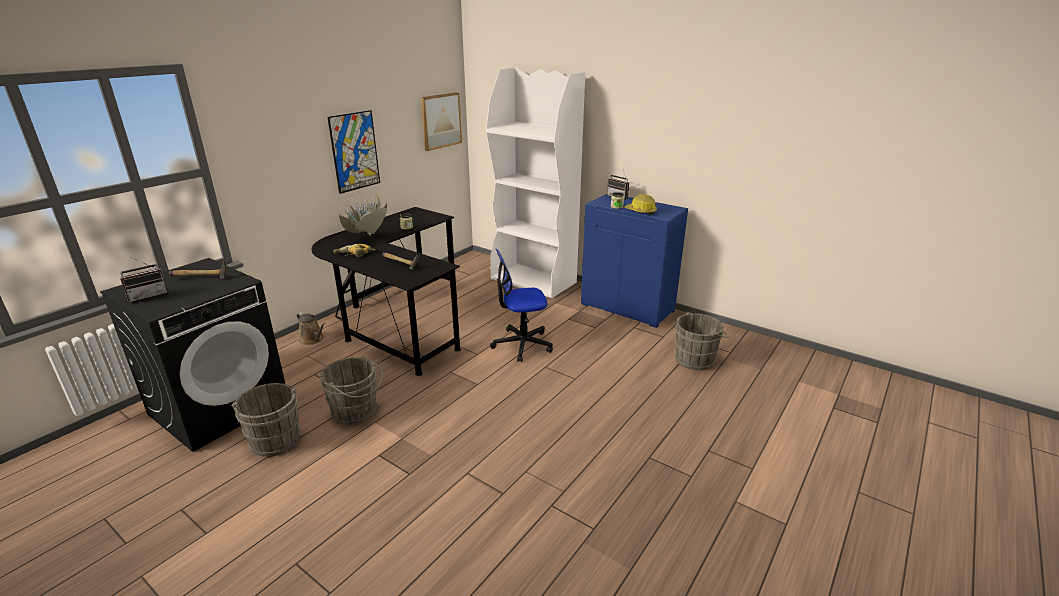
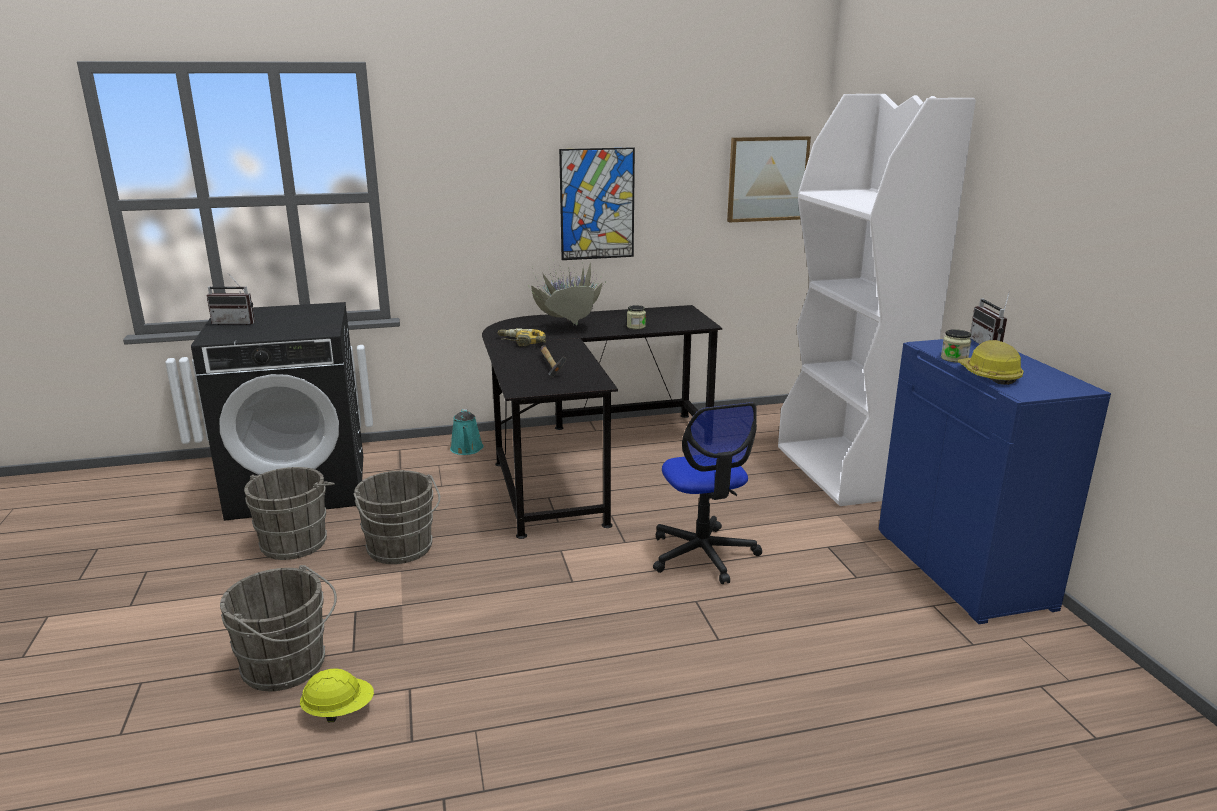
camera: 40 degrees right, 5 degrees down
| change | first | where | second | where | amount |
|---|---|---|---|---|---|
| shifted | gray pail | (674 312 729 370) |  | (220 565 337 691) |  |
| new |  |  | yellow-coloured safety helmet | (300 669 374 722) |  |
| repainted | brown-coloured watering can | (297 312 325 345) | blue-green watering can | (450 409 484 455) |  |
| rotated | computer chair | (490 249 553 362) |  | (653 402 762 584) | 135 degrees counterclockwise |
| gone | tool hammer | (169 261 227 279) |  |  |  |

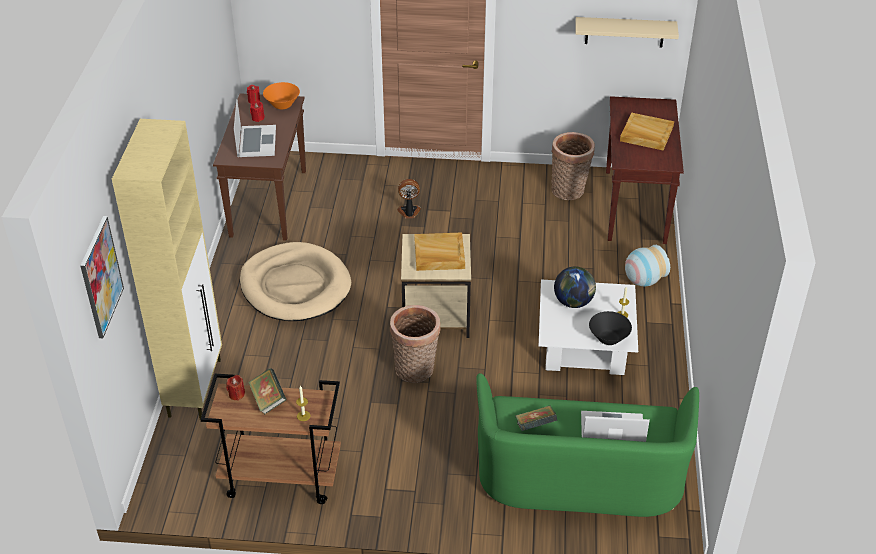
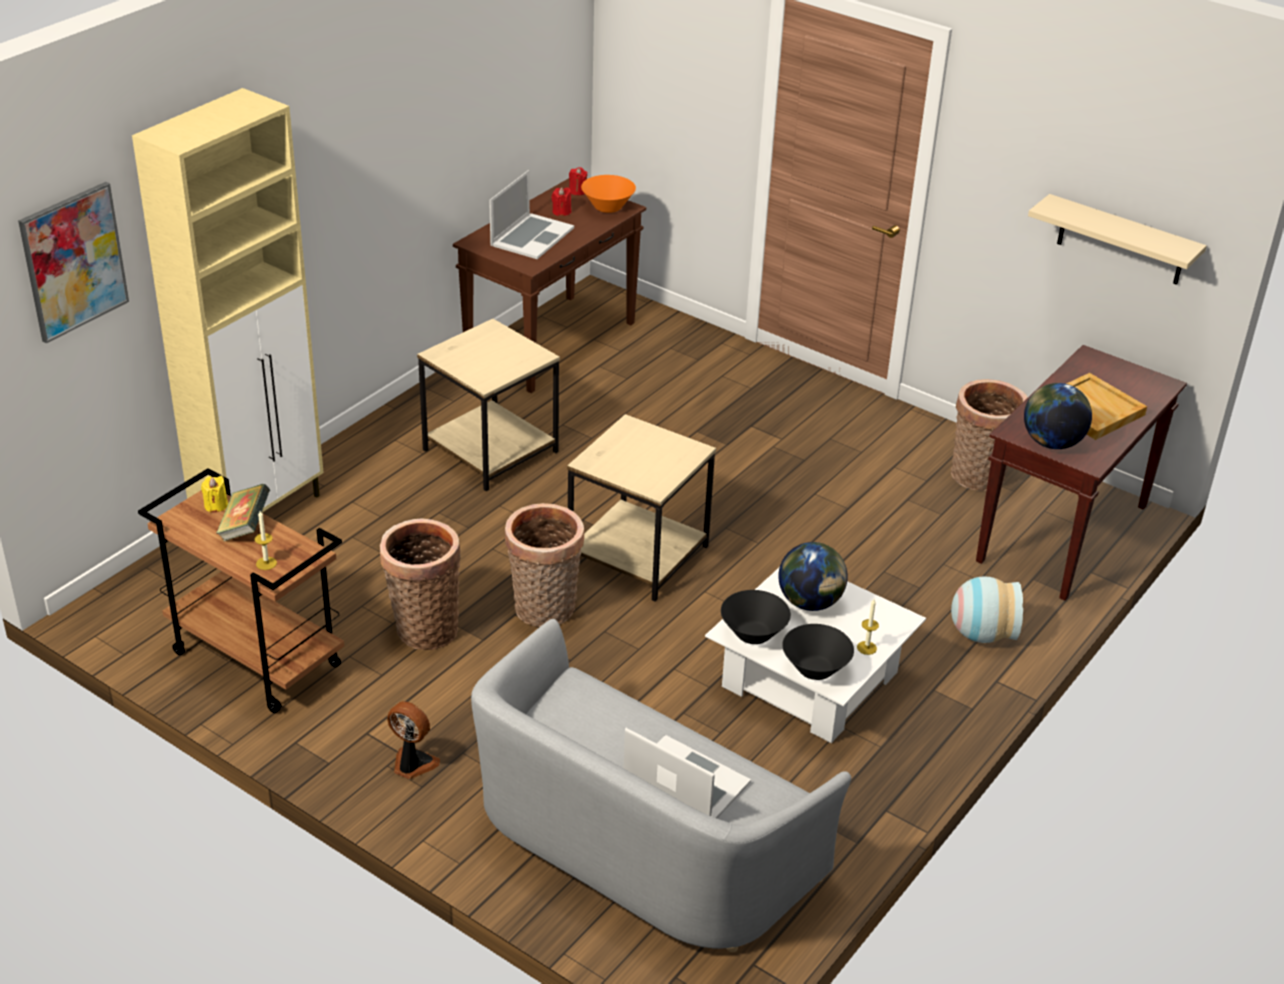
camera: 30 degrees right, 5 degrees down
| change | first | where | second | where | amount |
|---|---|---|---|---|---|
| repainted | red-coloured wax light | (226 375 245 401) | yellow-coloured wax light | (201 476 228 513) |  |
| new |  |  | basket | (380 518 461 650) |  |
| shifted | fan | (397 179 421 218) |  | (387 701 440 779) |  |
| swapped | beige dog bed | (240 242 351 321) | beige accent table | (417 319 560 491) |  |
| repainted | green-coloured couch | (476 373 699 517) | gray couch | (471 619 851 952) |  |
| new |  |  | black bowl | (721 590 791 644) |  |
| new |  |  | world globe | (1024 383 1092 449) |  |
| gone | beige carrying tray | (414 233 465 271) |  |  |  |
| gone | book | (515 406 558 431) |  |  |  |

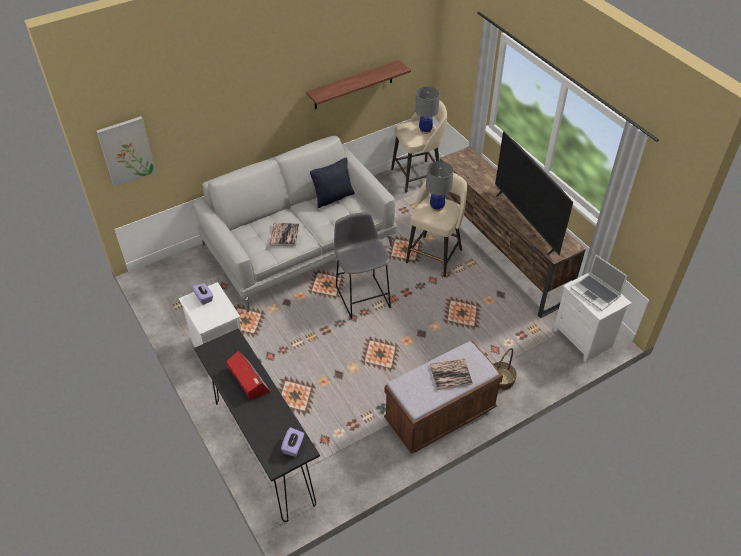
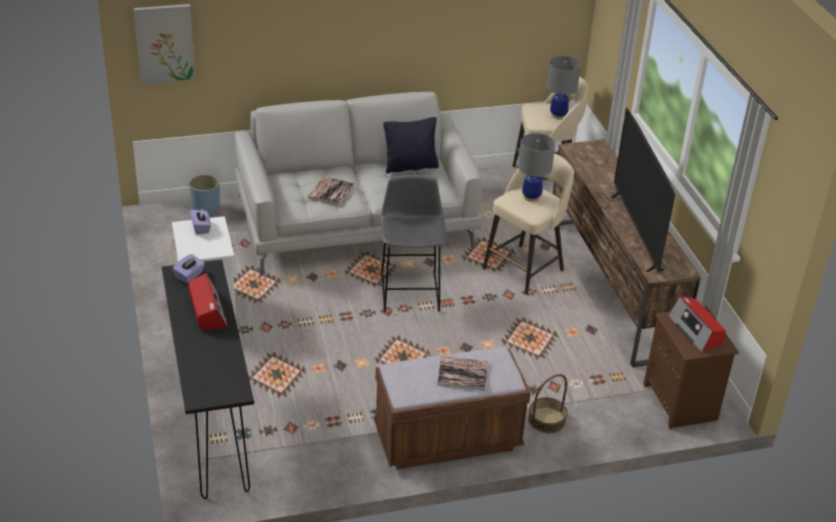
camera: 15 degrees right, 10 degrees down
| change | first | where | second | where | amount |
|---|---|---|---|---|---|
| shifted | purple tissue box | (281 427 304 457) |  | (172 254 205 284) |  |
| new |  |  | blue-coloured plant pot | (189 174 220 214) |  |
| repainted | whitish nightstand | (553 272 632 363) | brown-coloured nightstand | (644 306 739 430) |  |
| swapped | laptop | (571 254 627 311) | radio receiver | (668 296 726 353) |  |
| gone | wall shelf | (306 60 411 109) |  |  |  |

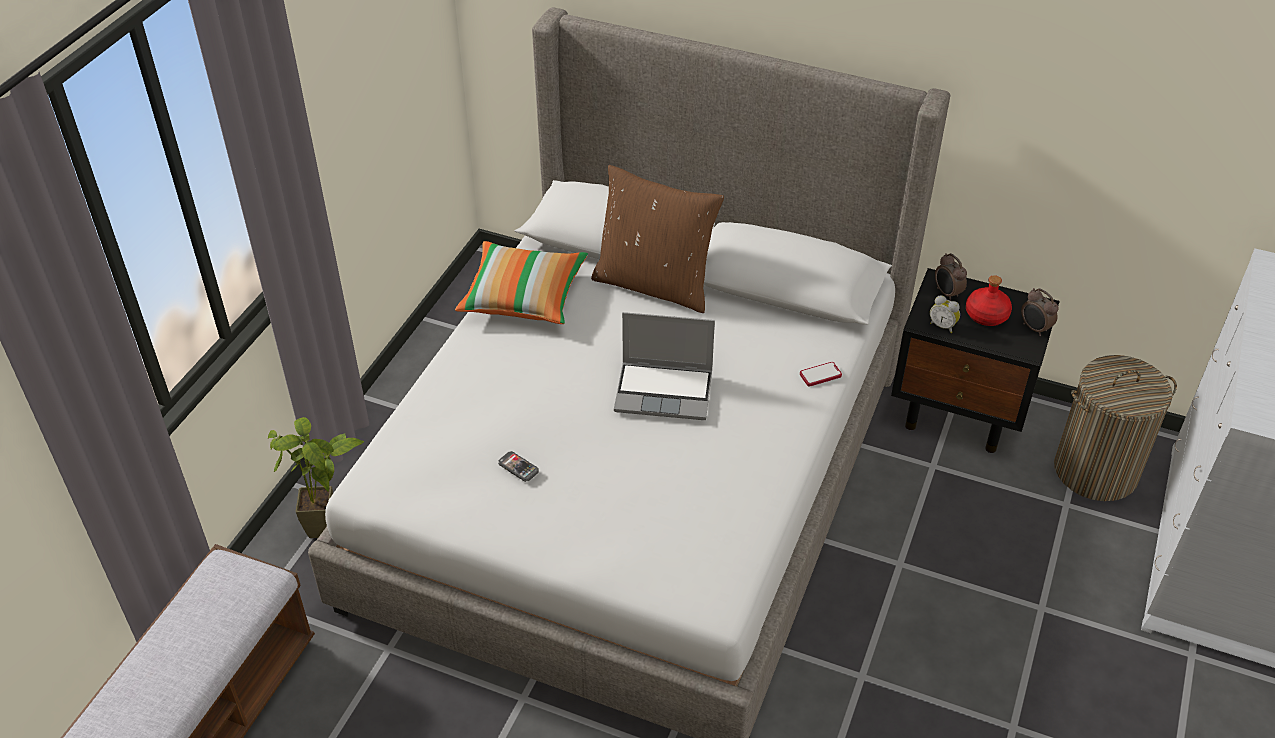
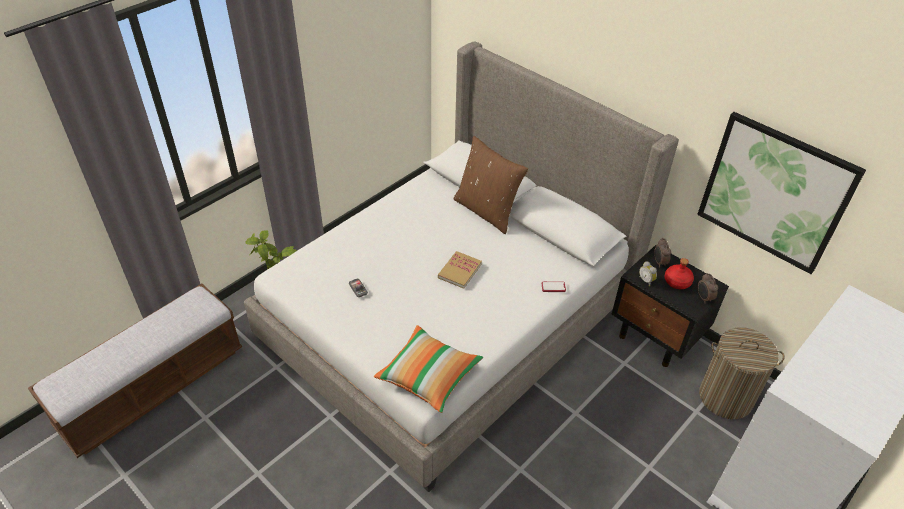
camera: 20 degrees right, 0 degrees up
| change | first | where | second | where | amount |
|---|---|---|---|---|---|
| shifted | pillow | (455 241 588 324) |  | (374 325 483 413) |  |
| swapped | laptop | (614 312 715 420) | book | (438 251 482 289) |  |
| new |  |  | wall art | (697 112 866 274) |  |

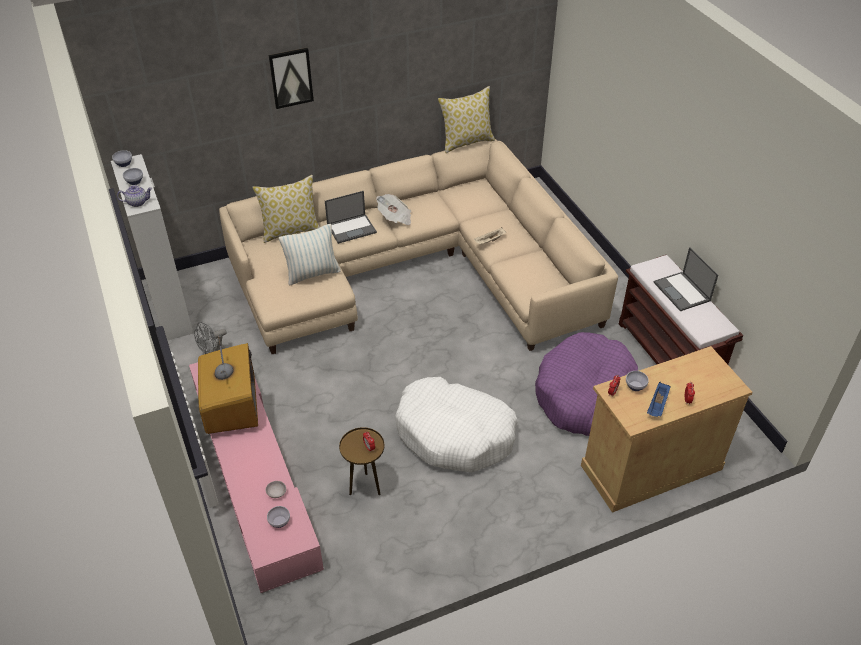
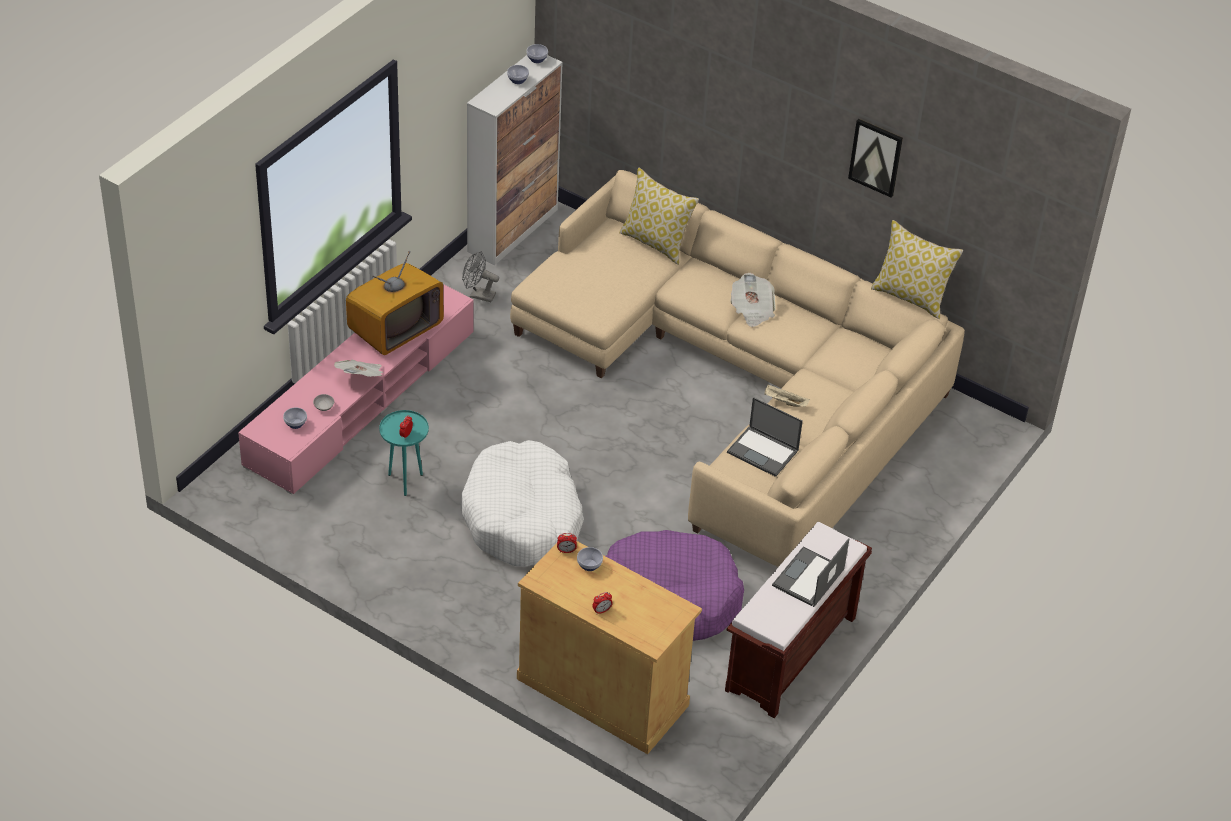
camera: 55 degrees right, 0 degrees up
| change | first | where | second | where | amount |
|---|---|---|---|---|---|
| new |  |  | daily paper | (334 360 383 377) |  |
| repainted | brown-coloured accent table | (339 427 384 495) | blue-green accent table | (379 410 429 496) |  |
| shifted | laptop | (325 191 377 244) |  | (727 397 803 477) |  |
| shifted | wall art | (268 48 314 109) |  | (848 119 903 197) |  |
| gone | pot for tea | (117 185 152 207) |  |  |  |
| gone | pillow | (279 224 341 286) |  |  |  |
| gone | blue-coloured carrying tray | (647 382 670 417) |  |  |  |

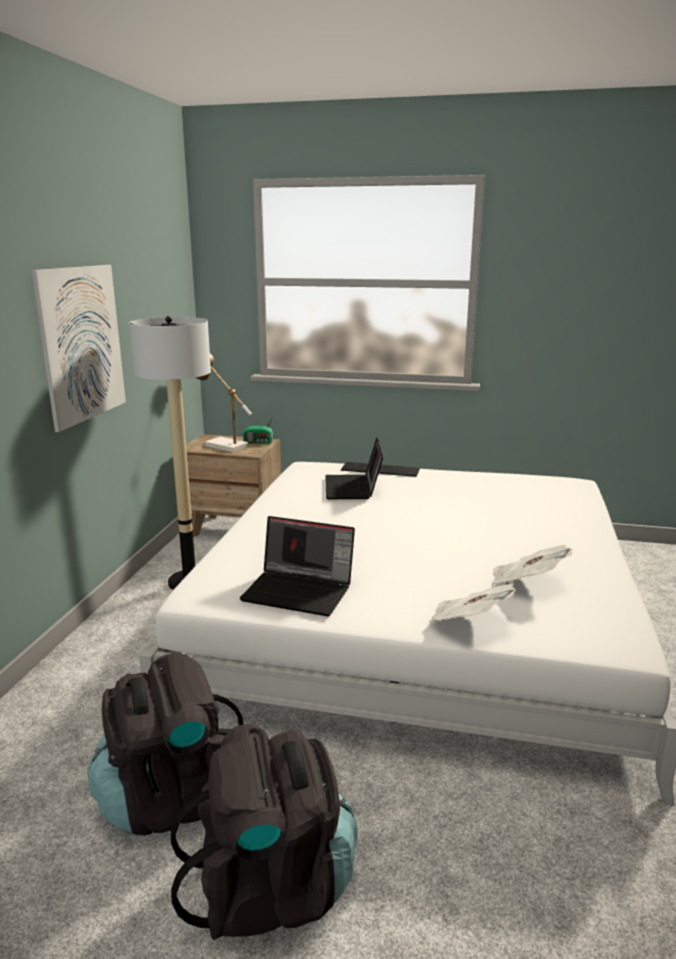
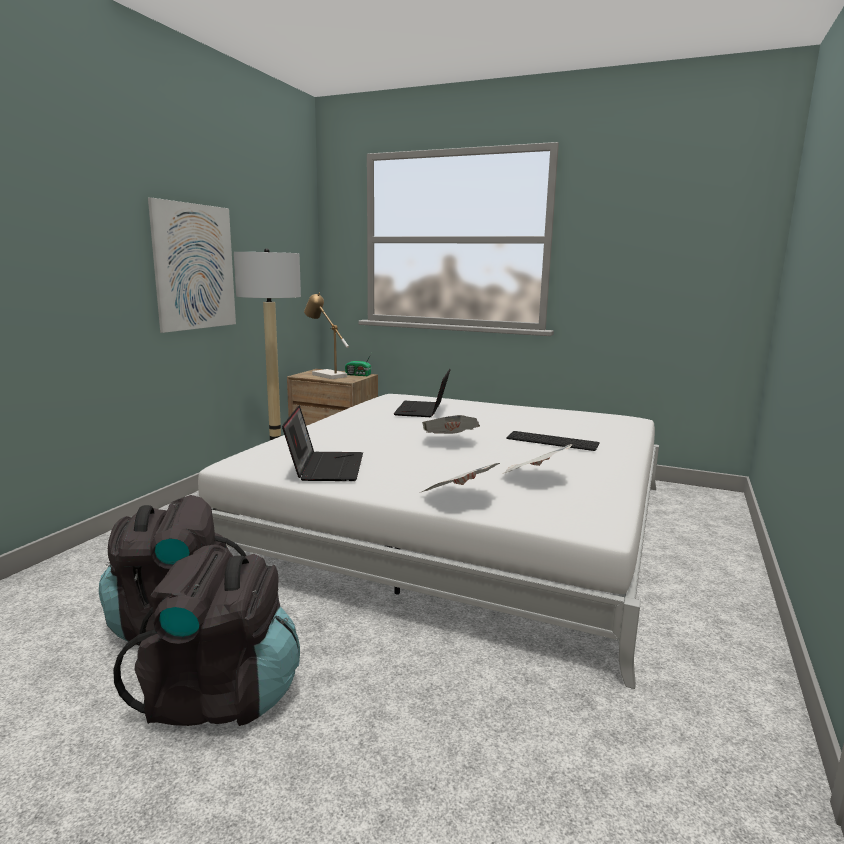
camera: 10 degrees right, 5 degrees down
| change | first | where | second | where | amount |
|---|---|---|---|---|---|
| rotated | laptop | (240 516 355 616) |  | (282 405 363 481) | 120 degrees counterclockwise |
| new |  |  | daily paper | (422 415 480 434) |  |
| shifted | computer keyboard | (341 462 420 477) |  | (506 431 600 451) |  |

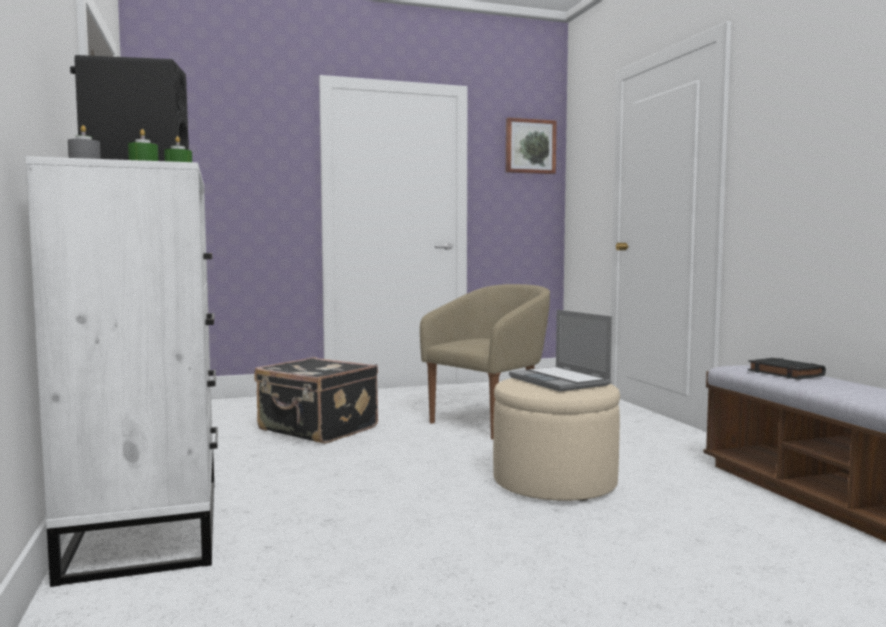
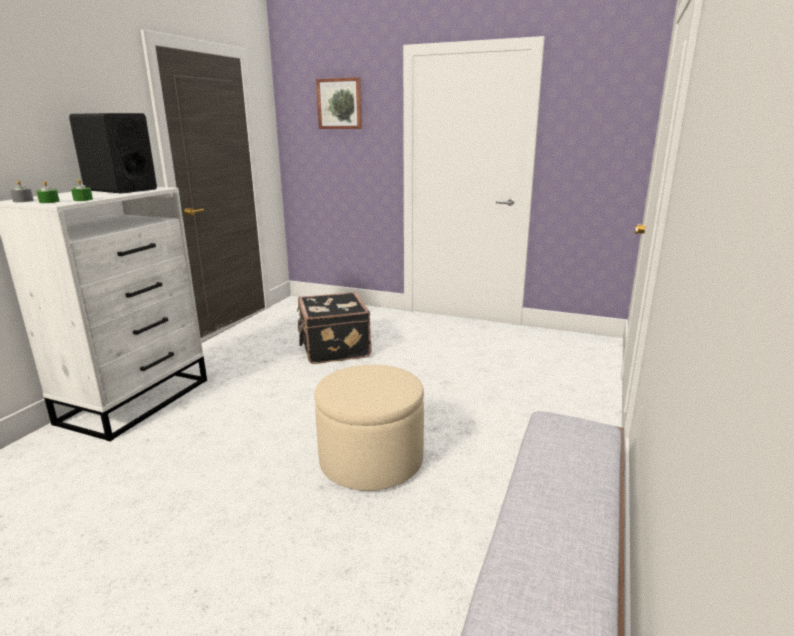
camera: 40 degrees right, 15 degrees up
| change | first | where | second | where | amount |
|---|---|---|---|---|---|
| shifted | wall art | (506 117 557 174) |  | (316 77 362 129) |  |
| gone | beige easy chair | (420 284 550 439) |  |  |  |
| gone | laptop | (509 310 612 392) |  |  |  |
| gone | black book | (748 358 826 380) |  |  |  |

